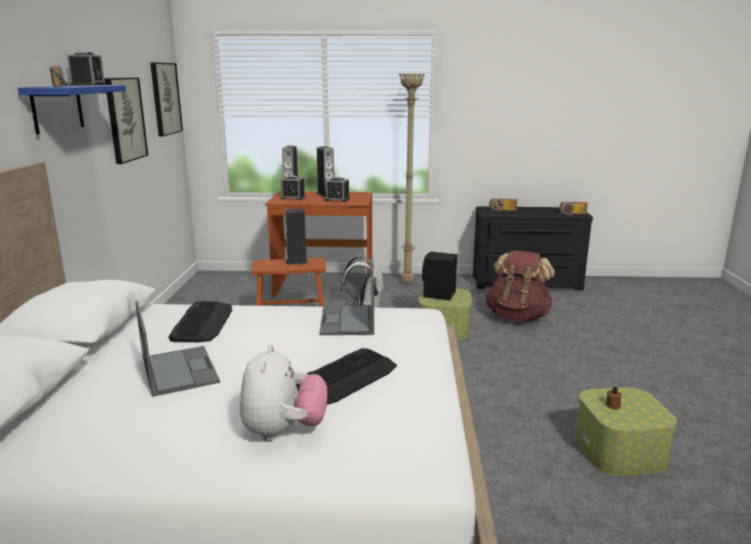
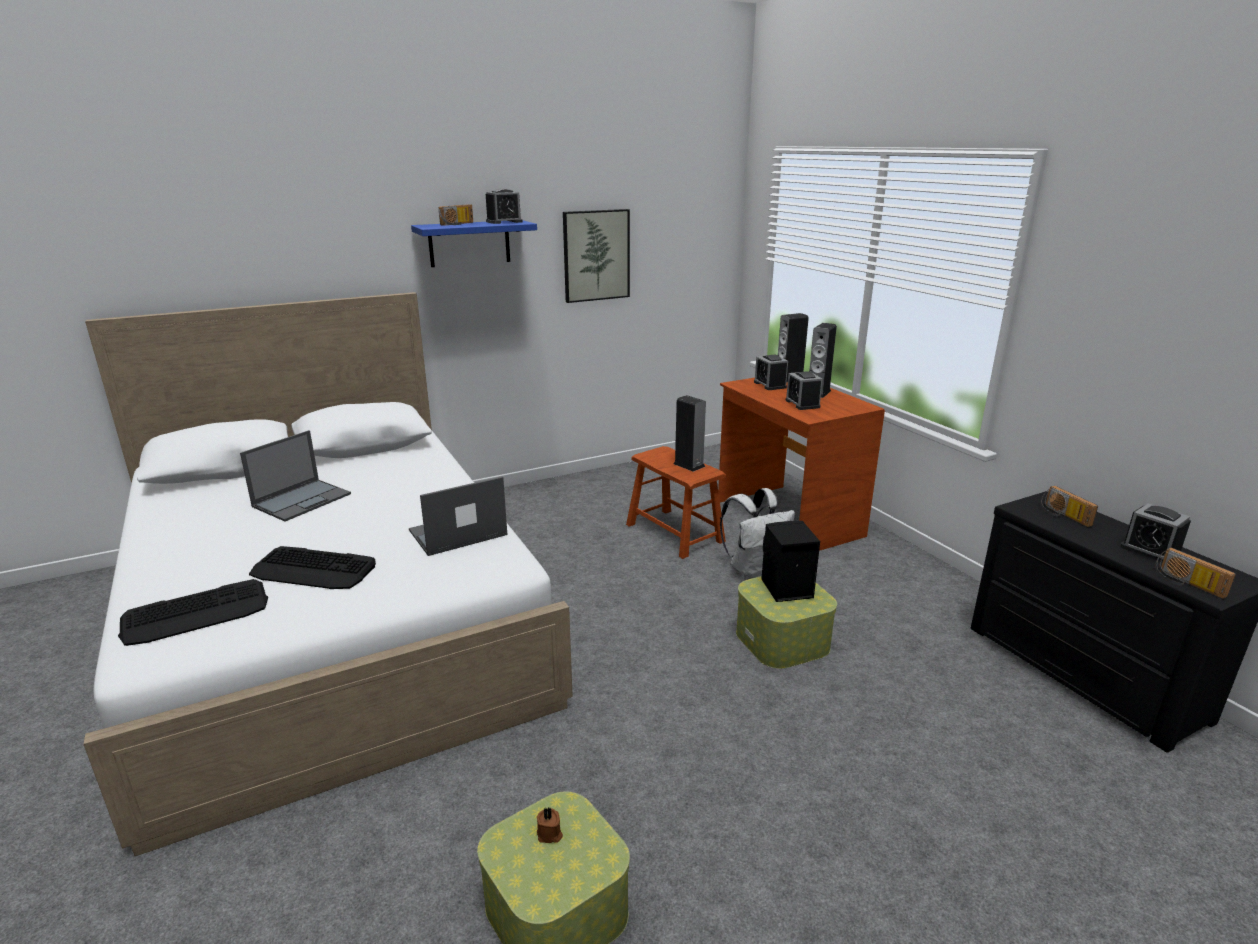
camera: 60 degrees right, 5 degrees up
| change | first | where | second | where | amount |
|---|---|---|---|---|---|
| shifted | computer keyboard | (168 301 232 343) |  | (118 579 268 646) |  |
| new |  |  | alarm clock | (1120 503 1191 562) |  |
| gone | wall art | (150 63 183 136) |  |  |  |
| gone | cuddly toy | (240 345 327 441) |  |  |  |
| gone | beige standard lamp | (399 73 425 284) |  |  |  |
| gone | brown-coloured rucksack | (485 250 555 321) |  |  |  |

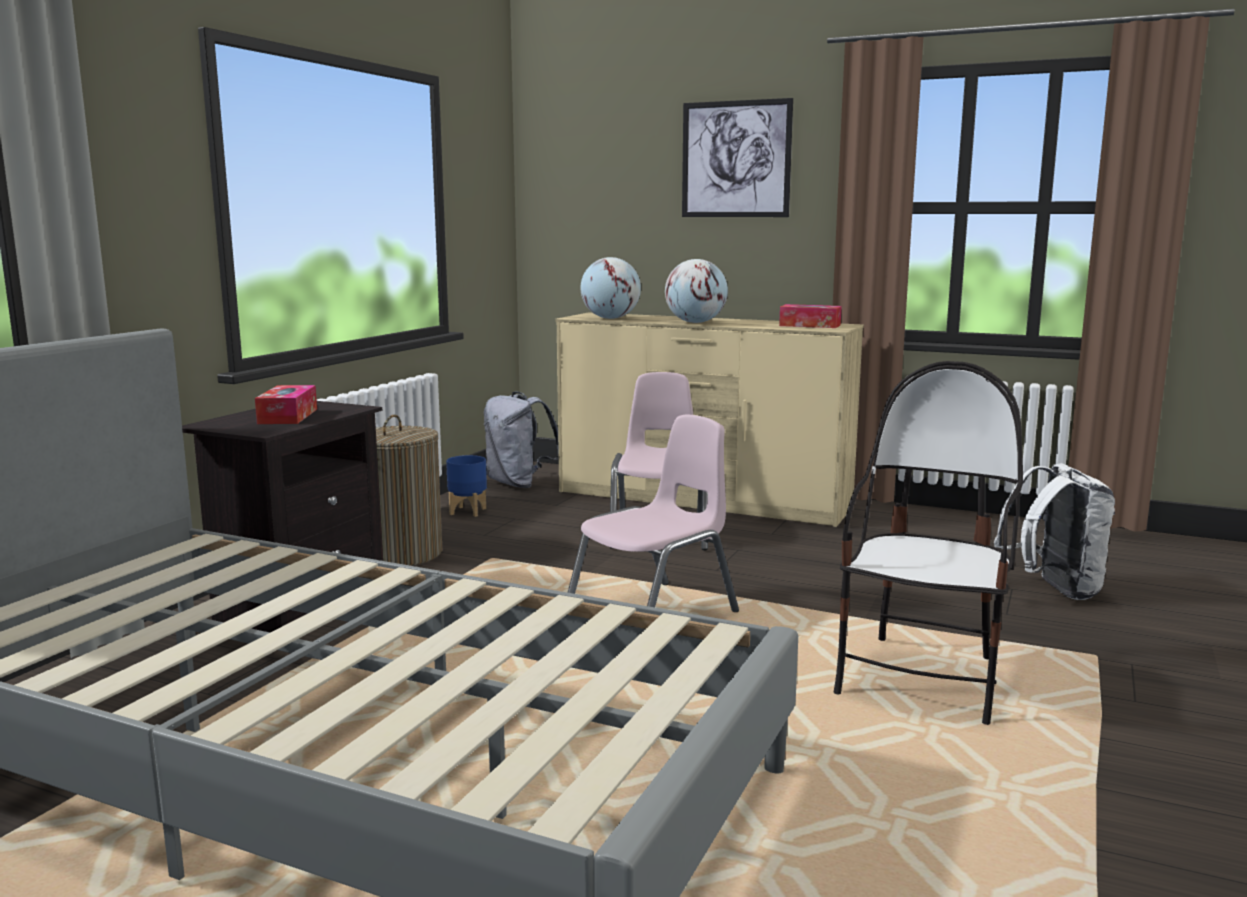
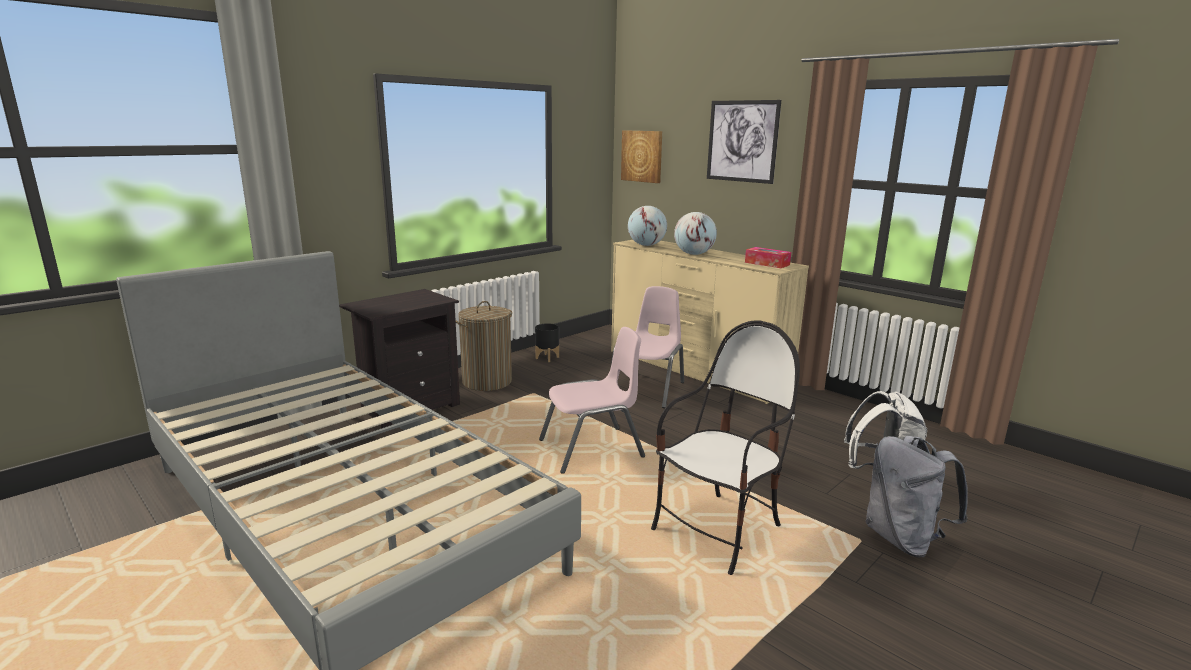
camera: 20 degrees right, 5 degrees up
| change | first | where | second | where | amount |
|---|---|---|---|---|---|
| repainted | blue-coloured plant pot | (446 455 487 517) | black plant pot | (535 323 559 362) |  |
| new |  |  | wall art | (621 130 662 183) |  |
| shifted | gray rucksack | (484 391 559 488) |  | (865 436 968 557) |  |
| gone | tissue box | (255 385 317 424) |  |  |  |

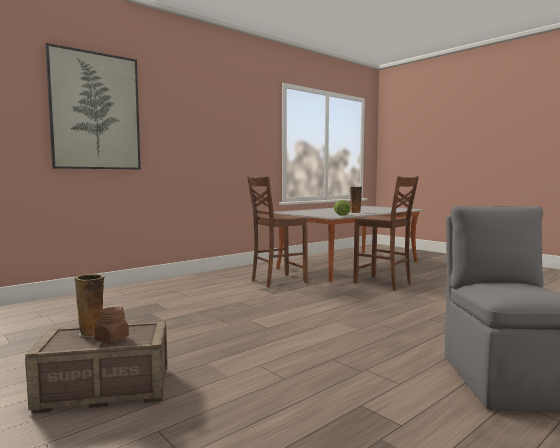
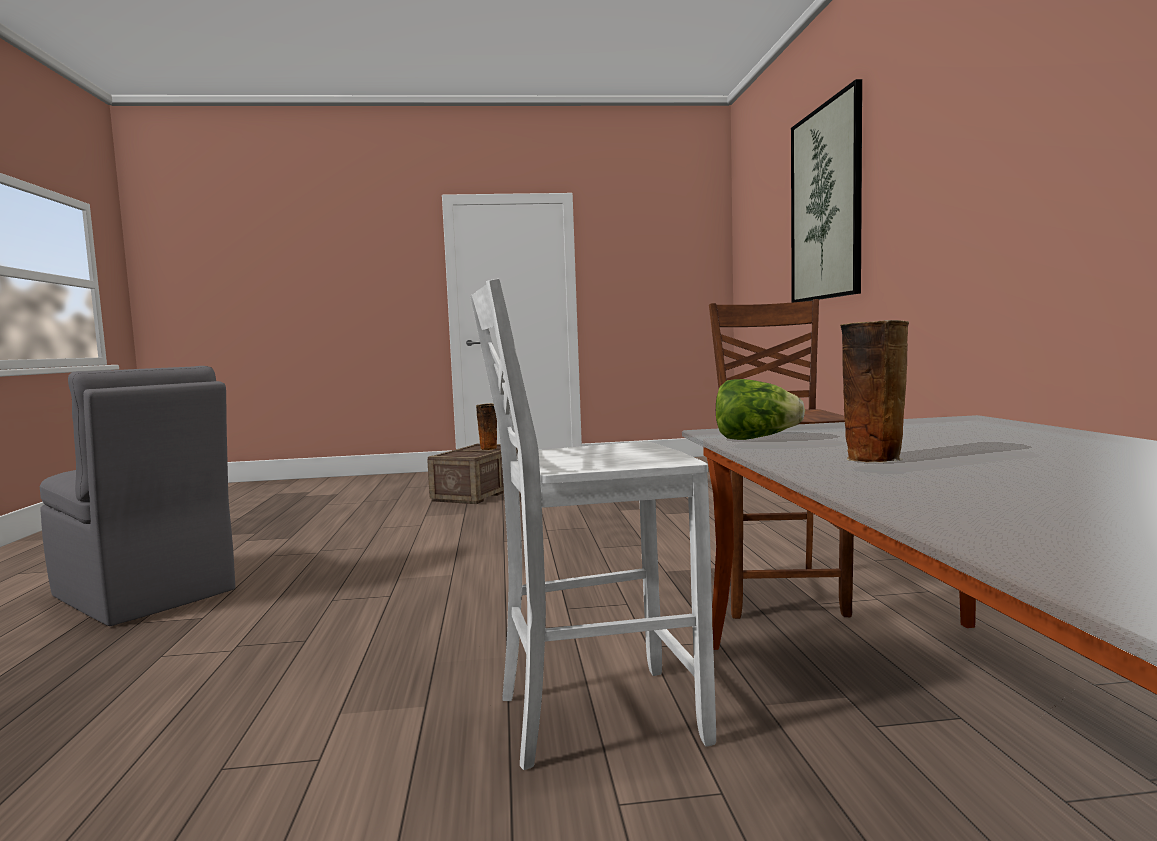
camera: 125 degrees right, 0 degrees up
| change | first | where | second | where | amount |
|---|---|---|---|---|---|
| repainted | brown-coloured chair | (353 176 419 291) | whitish chair | (470 279 716 770) |  |
| gone | brown-coloured jar | (95 307 129 343) |  |  |  |

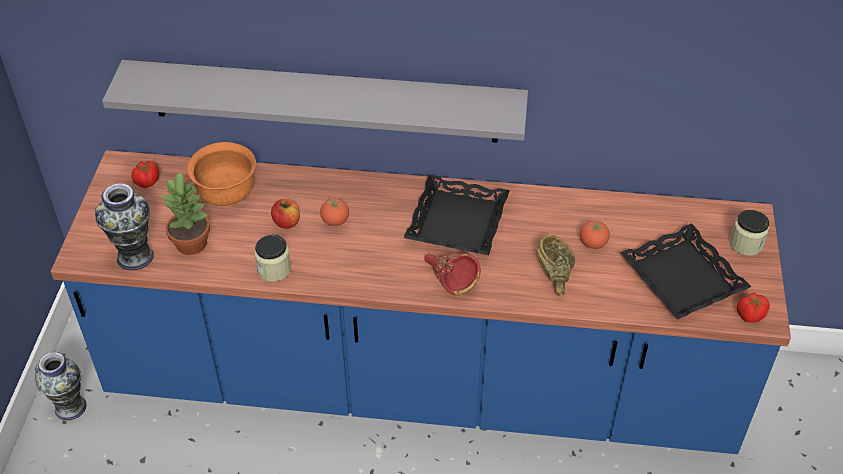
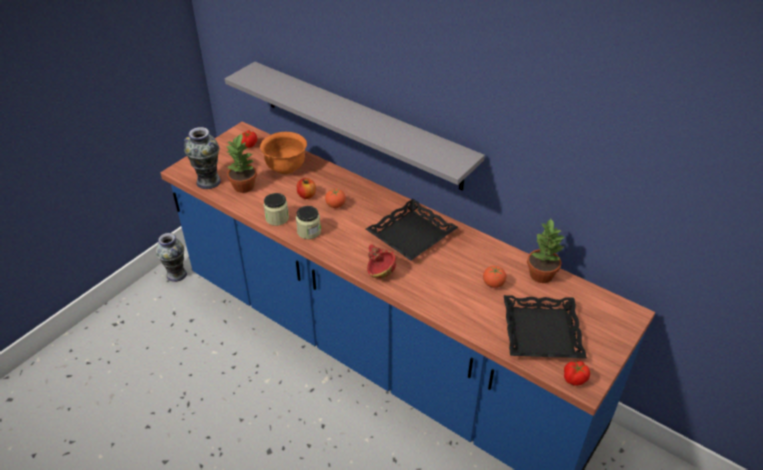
camera: 30 degrees right, 5 degrees down
| change | first | where | second | where | amount |
|---|---|---|---|---|---|
| shifted | jar | (730 210 769 256) |  | (296 206 321 239) |  |
| new |  |  | houseplant | (527 219 566 283) |  |
| gone | brown-coloured bowl | (537 235 575 295) |  |  |  |

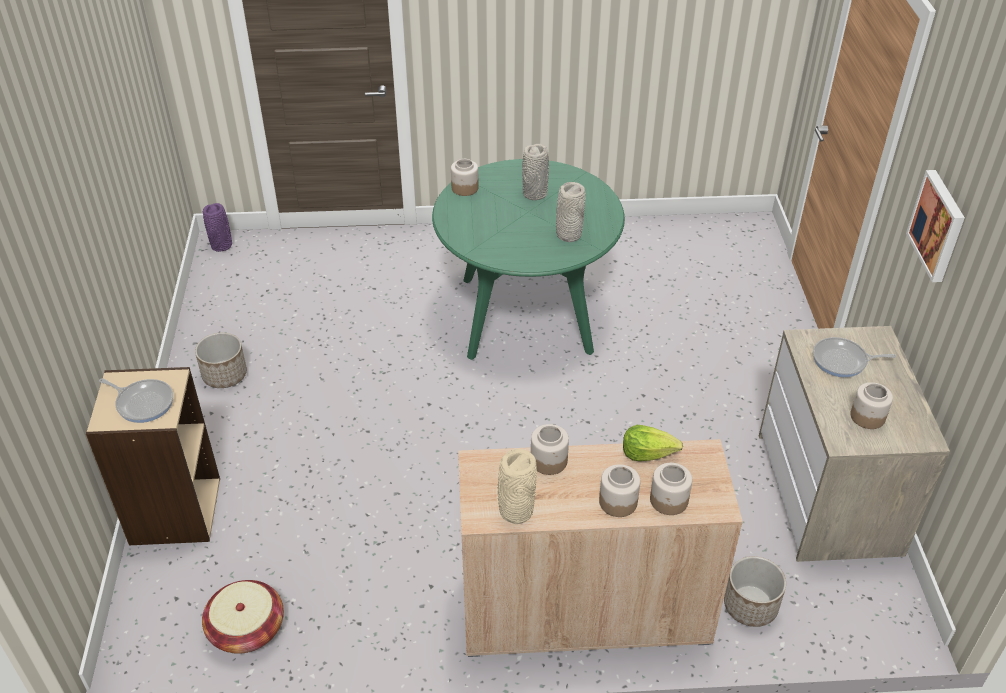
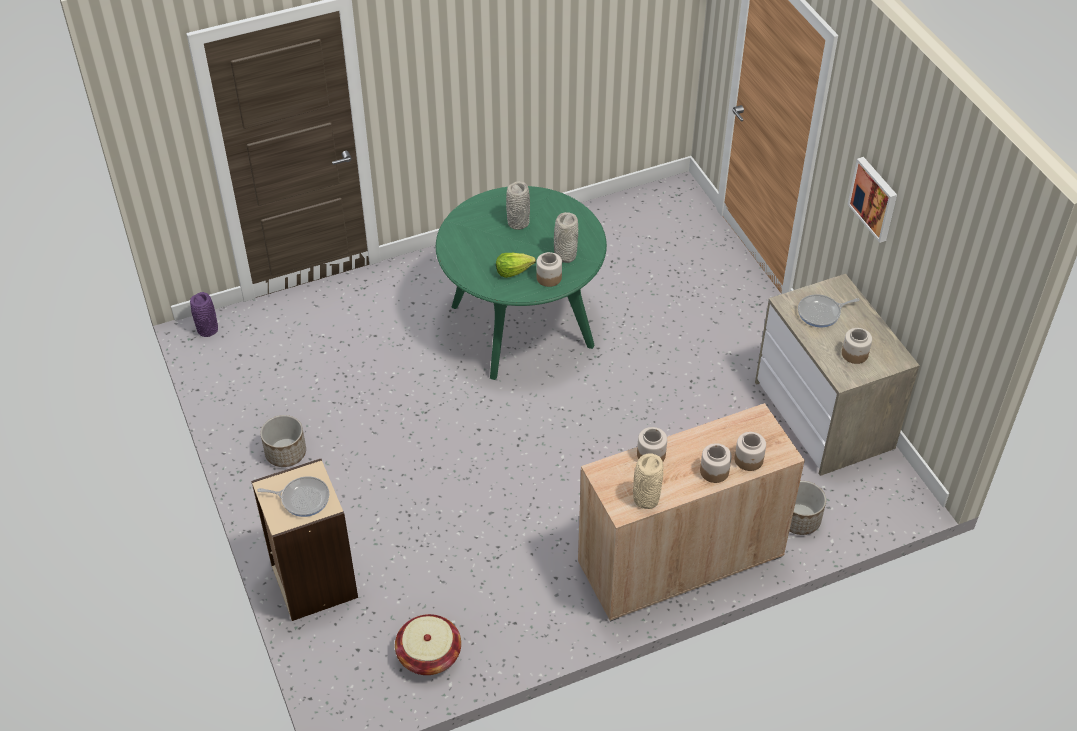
camera: 20 degrees left, 5 degrees up
| change | first | where | second | where | amount |
|---|---|---|---|---|---|
| shifted | lettuce | (623 425 683 461) |  | (496 253 536 278) |  |
| shifted | jar | (451 159 479 196) |  | (536 252 562 287) |  |

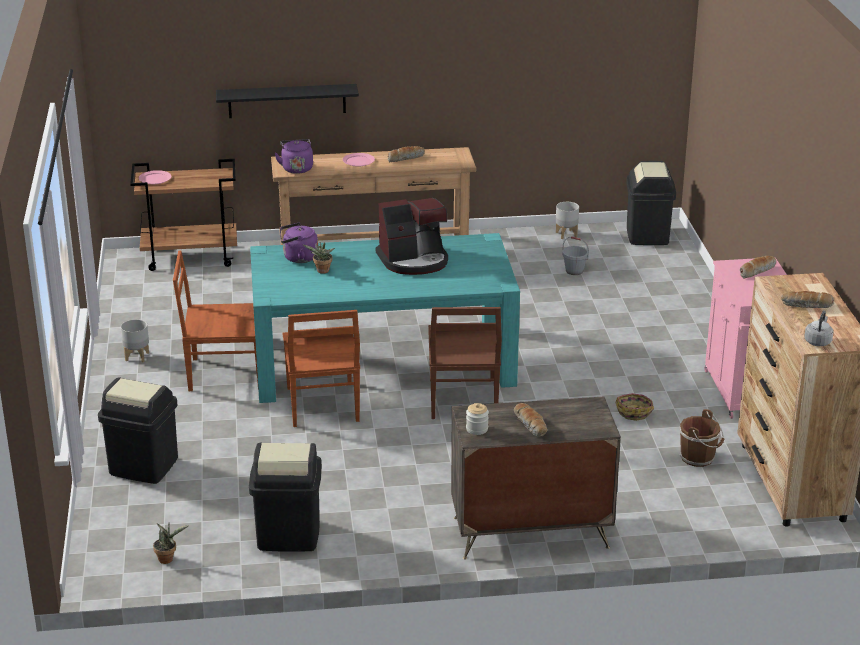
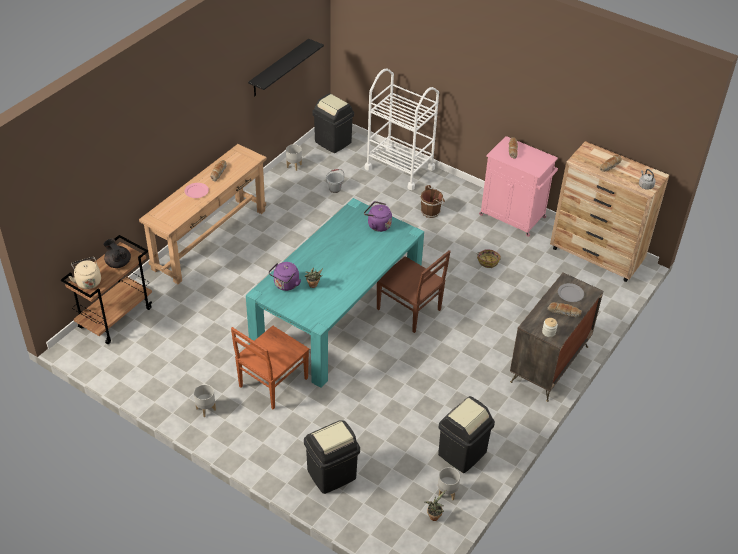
camera: 50 degrees left, 15 degrees up
| change | first | where | second | where | amount |
|---|---|---|---|---|---|
| swapped | pink flat dish | (139 170 171 184) | beige kettle | (68 257 101 289) |  |
| new |  |  | black pot for tea | (103 239 131 268) |  |
| shifted | black wall shelf | (216 84 359 118) |  | (248 39 324 96) |  |
| shifted | purple kettle | (275 139 313 174) |  | (364 201 392 232) |  |
| new |  |  | whitish wheeled cart | (365 69 439 190) |  |
| shifted | brown-coloured pail | (679 409 724 467) |  | (420 185 445 218) |  |
| new |  |  | gray plant pot | (438 467 460 500) |  |
| new |  |  | gray flat dish | (558 283 584 302) |  |
| gone | brown-coloured chair | (283 310 360 427) |  |  |  |
| gone | coffee brewer | (376 198 448 275) |  |  |  |

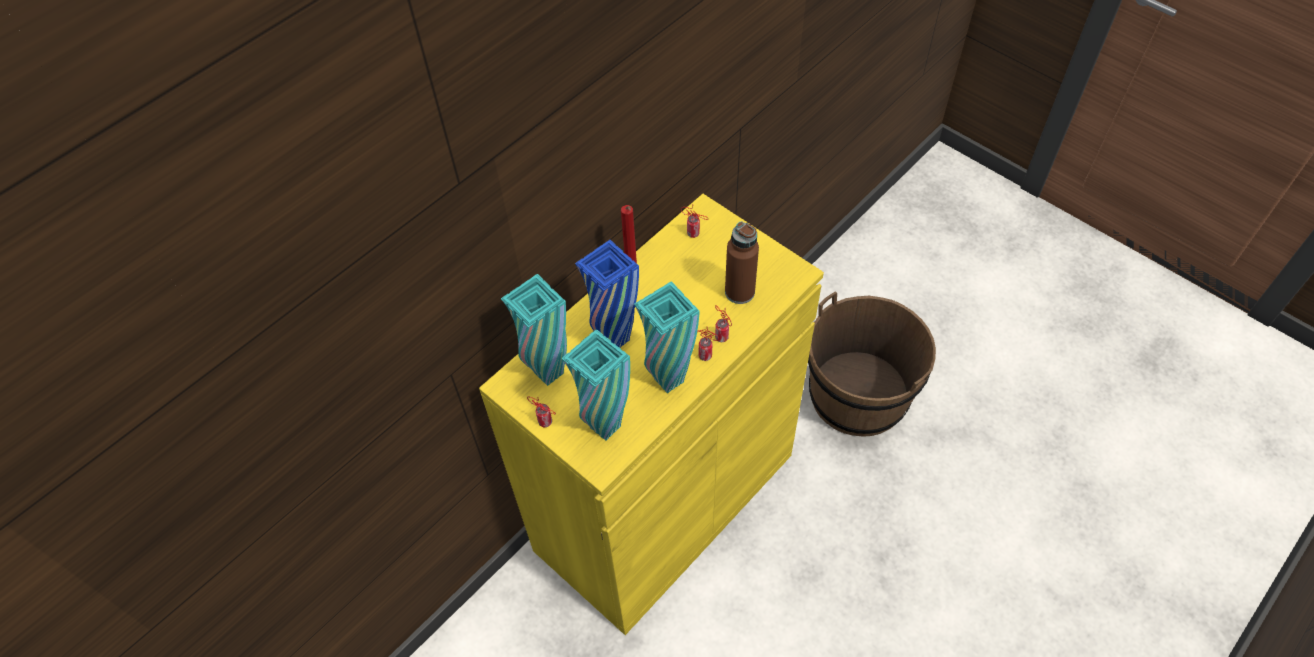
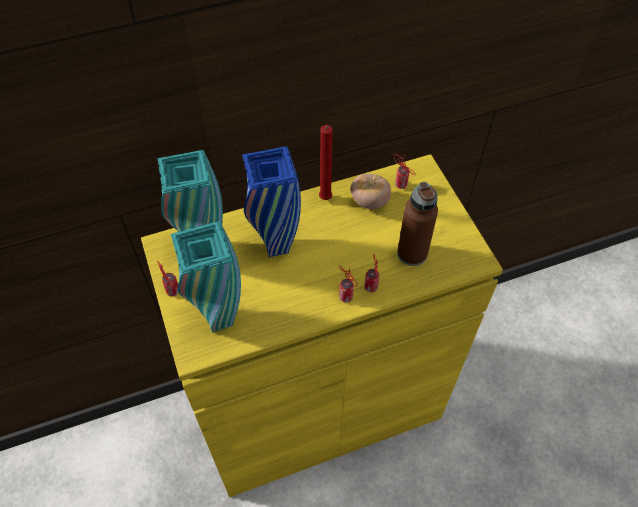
camera: 25 degrees right, 0 degrees up
| change | first | where | second | where | amount |
|---|---|---|---|---|---|
| new |  |  | fresh tomato | (351 174 391 209) |  |
| gone | blue-green vase | (634 281 700 393) |  |  |  |
| gone | brown-coloured pail | (808 291 936 437) |  |  |  |

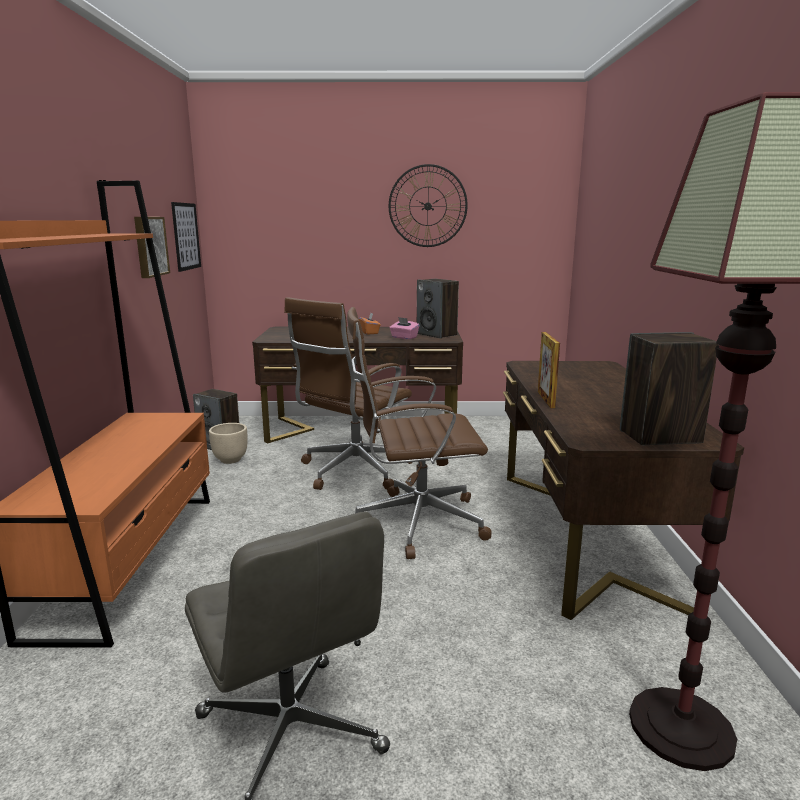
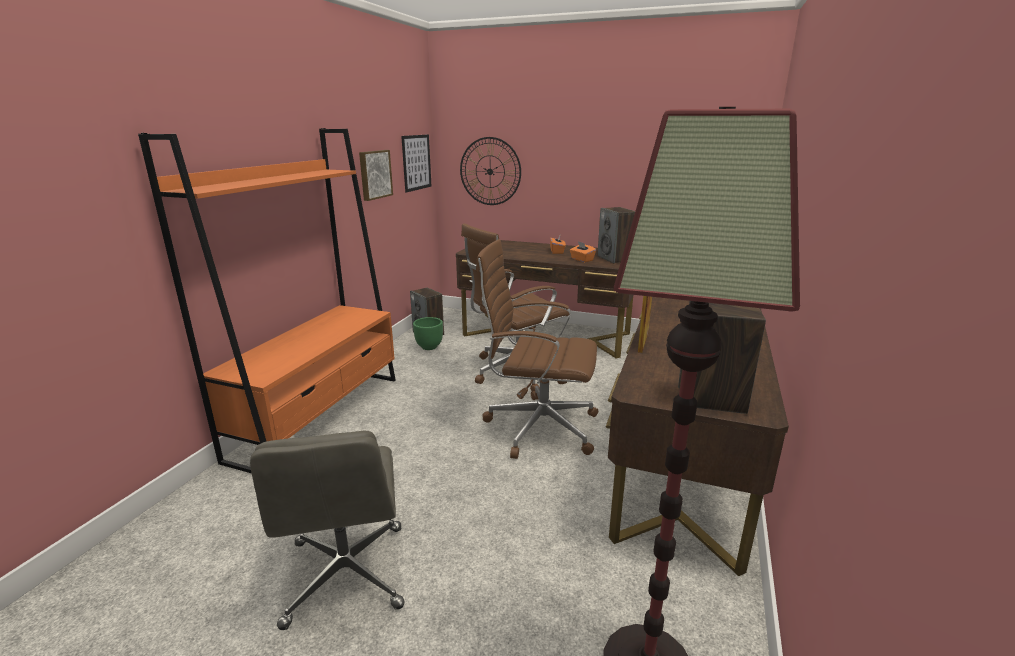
camera: 20 degrees right, 5 degrees up
| change | first | where | second | where | amount |
|---|---|---|---|---|---|
| repainted | beige plant pot | (209 423 248 464) | green-coloured plant pot | (413 317 443 350) |  |
| shifted | wall clock | (389 164 468 247) |  | (460 137 521 205) |  |
| repainted | pink tissue box | (389 317 420 340) | orange tissue box | (570 241 596 262) |  |

